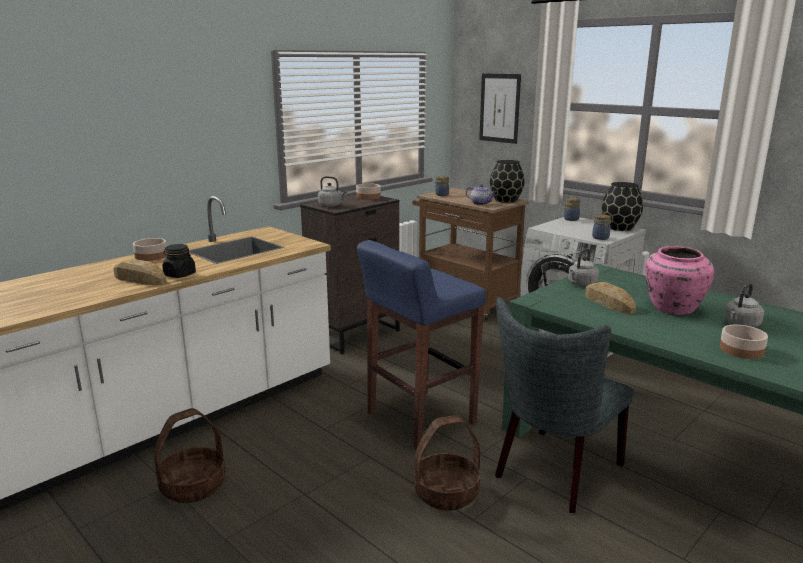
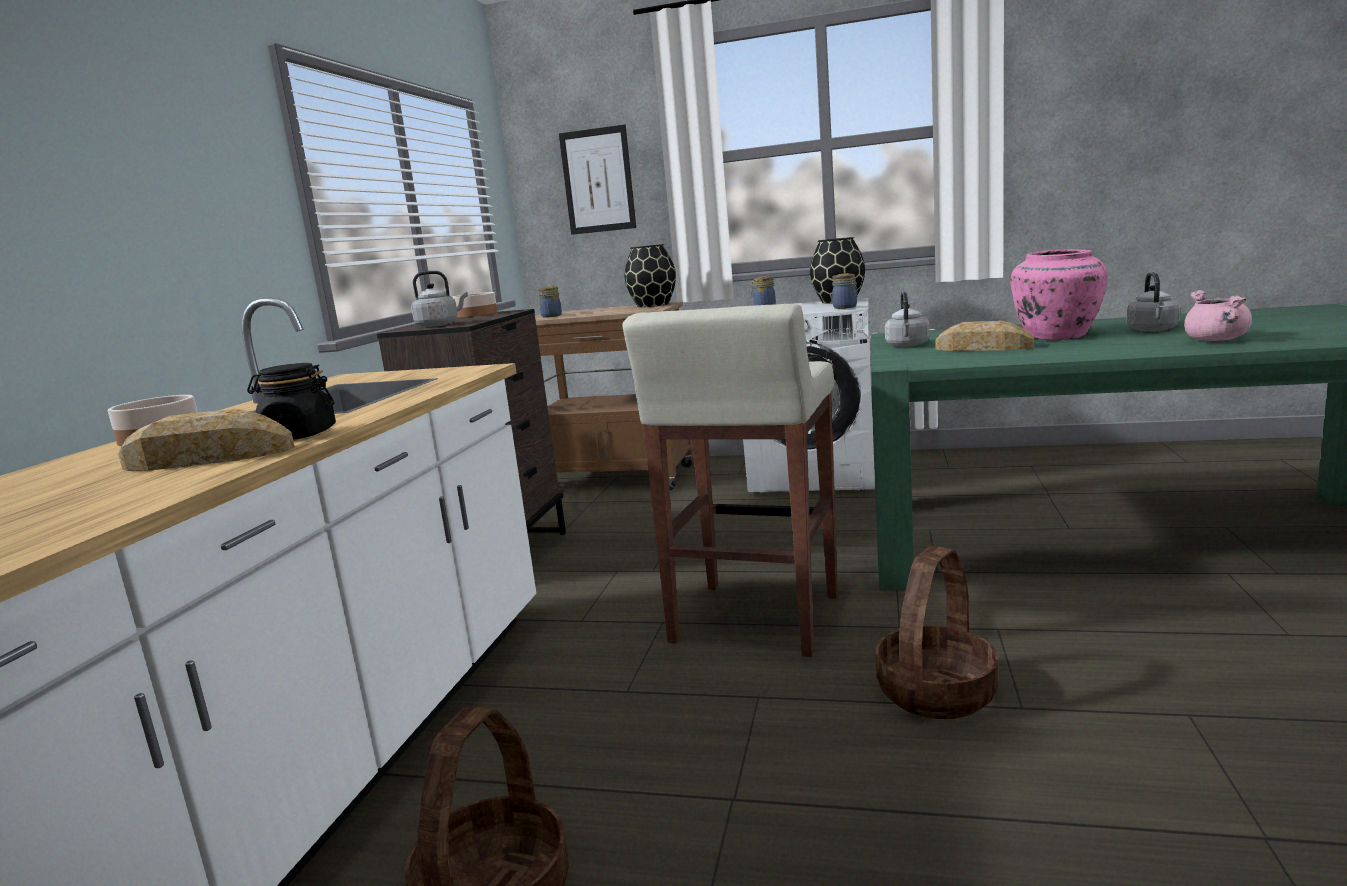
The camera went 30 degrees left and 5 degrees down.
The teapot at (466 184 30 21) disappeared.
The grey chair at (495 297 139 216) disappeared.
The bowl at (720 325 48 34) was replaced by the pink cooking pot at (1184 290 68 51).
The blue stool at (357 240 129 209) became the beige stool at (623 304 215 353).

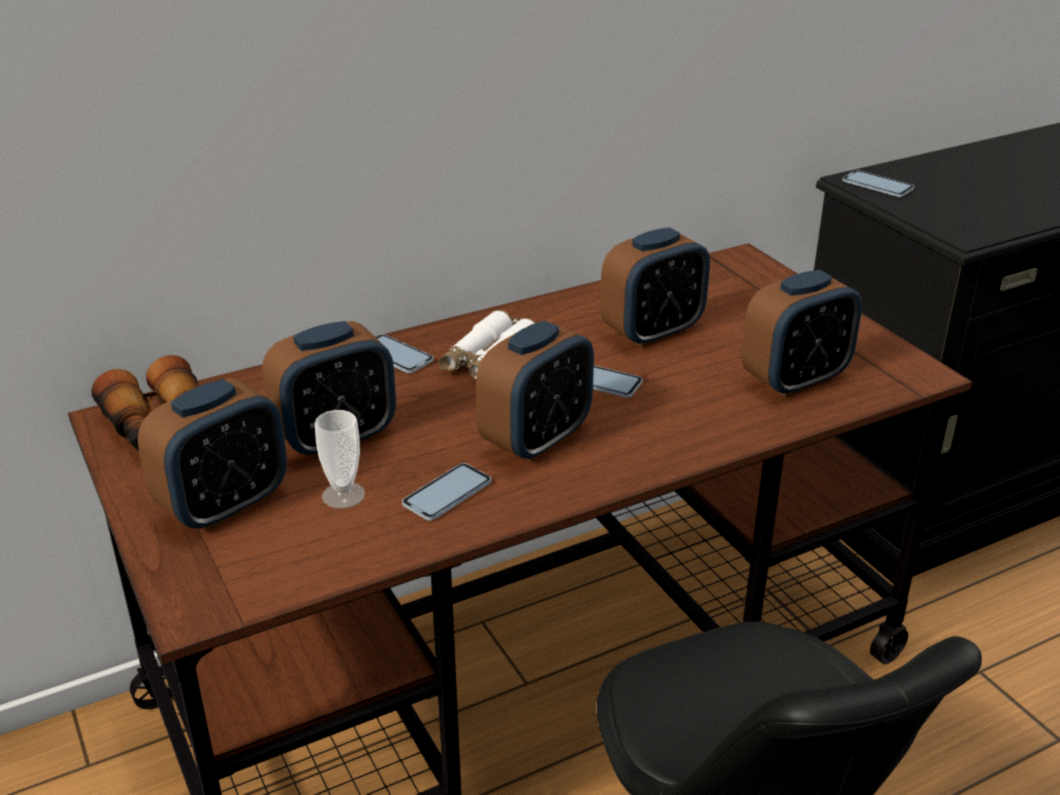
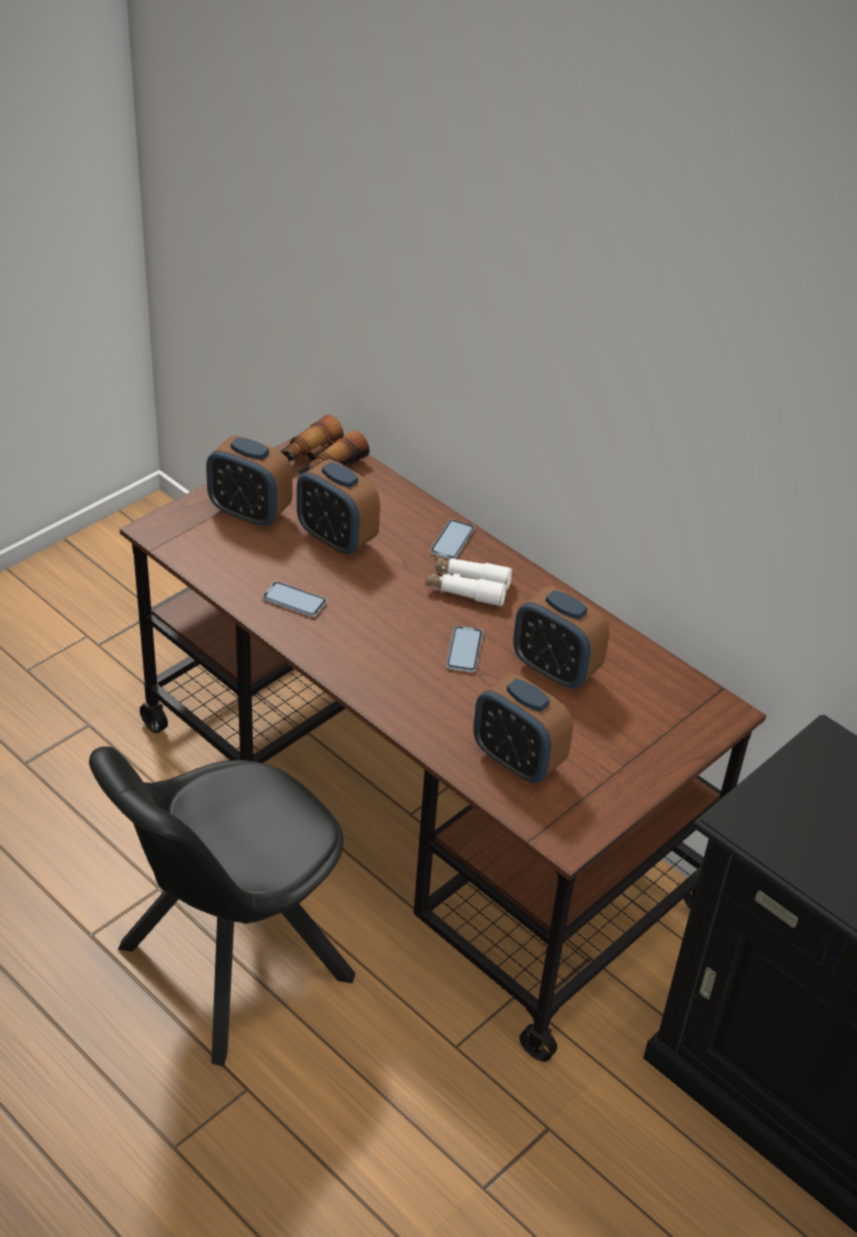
The camera went 70 degrees right and 10 degrees up.
The cup at (315 410 50 99) disappeared.
The alarm clock at (476 321 118 141) disappeared.
The phone at (842 170 73 27) disappeared.

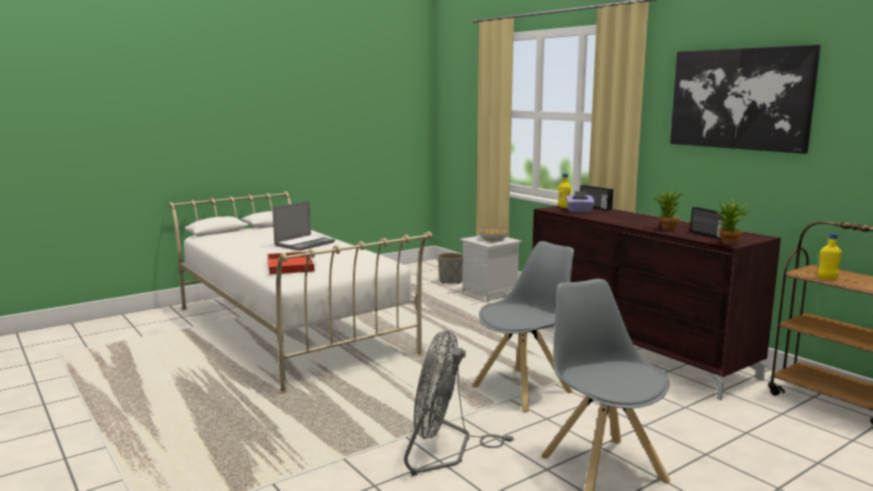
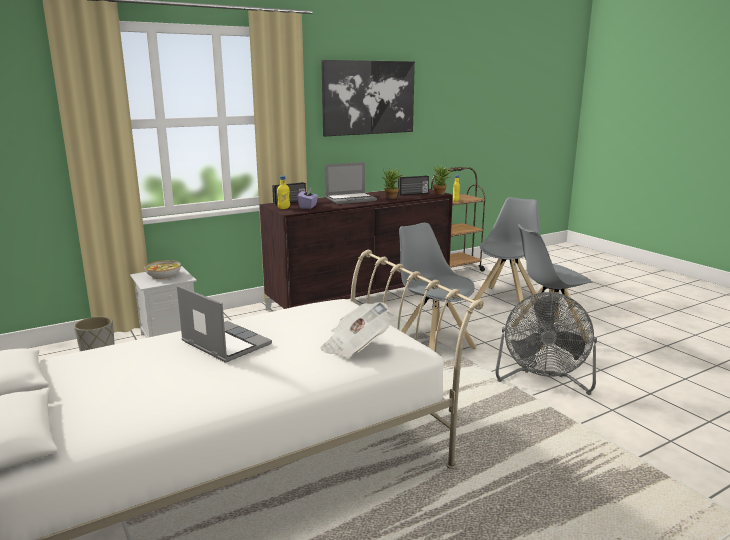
The camera went 85 degrees left and 5 degrees up.
The laptop at (325 162 52 42) appeared.
The grey chair at (473 197 67 113) appeared.
The red tray at (267 252 50 23) was replaced by the newspaper at (321 302 70 56).

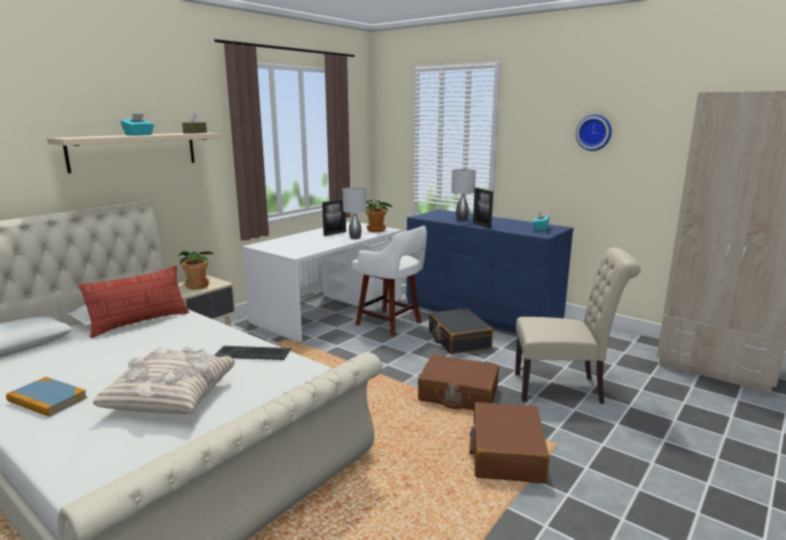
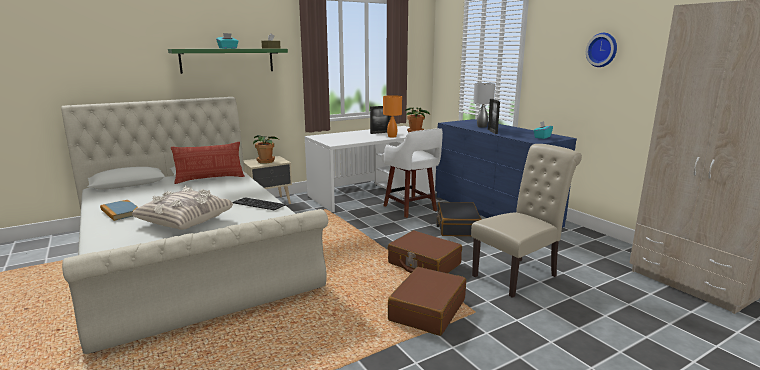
The camera went 20 degrees right and 0 degrees up.
The beige shelf at (47 133 173 40) became the green shelf at (168 49 120 25).
The grey table lamp at (342 187 24 52) became the orange table lamp at (383 95 19 43).
The beige chair at (515 247 126 157) turned 60 degrees counterclockwise.

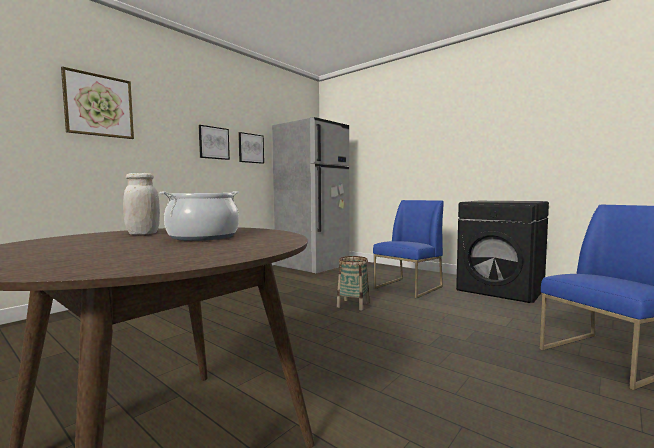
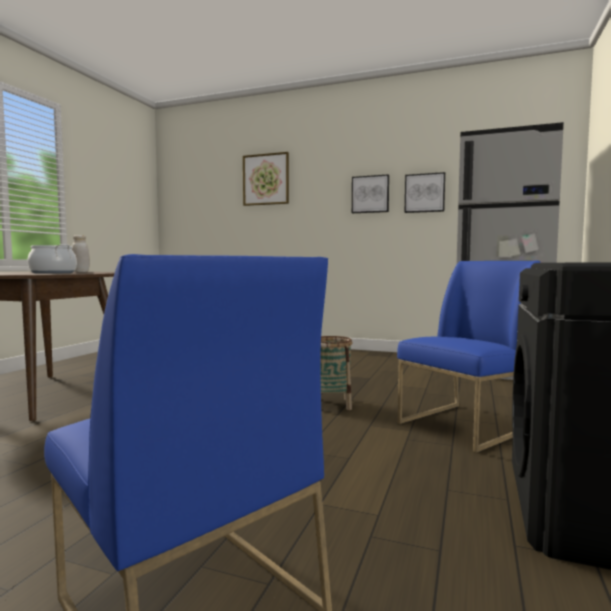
The camera went 70 degrees right and 0 degrees up.
The blue chair at (373 200 70 98) turned 60 degrees counterclockwise.

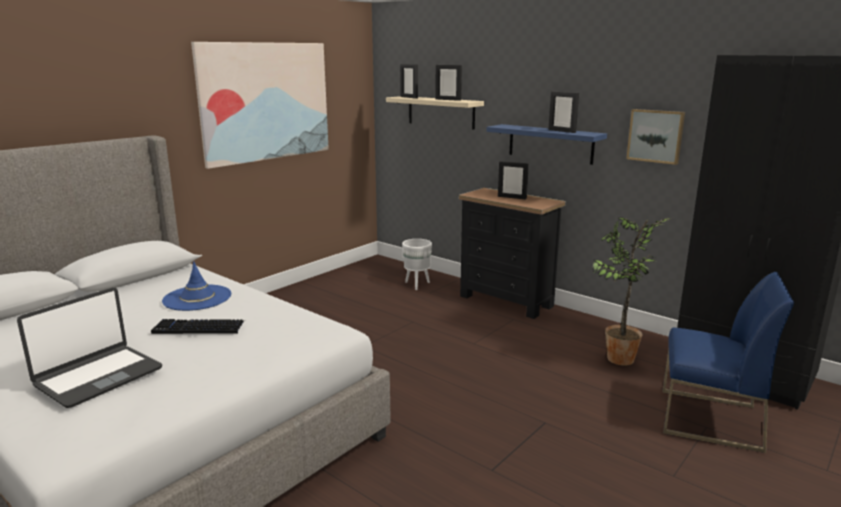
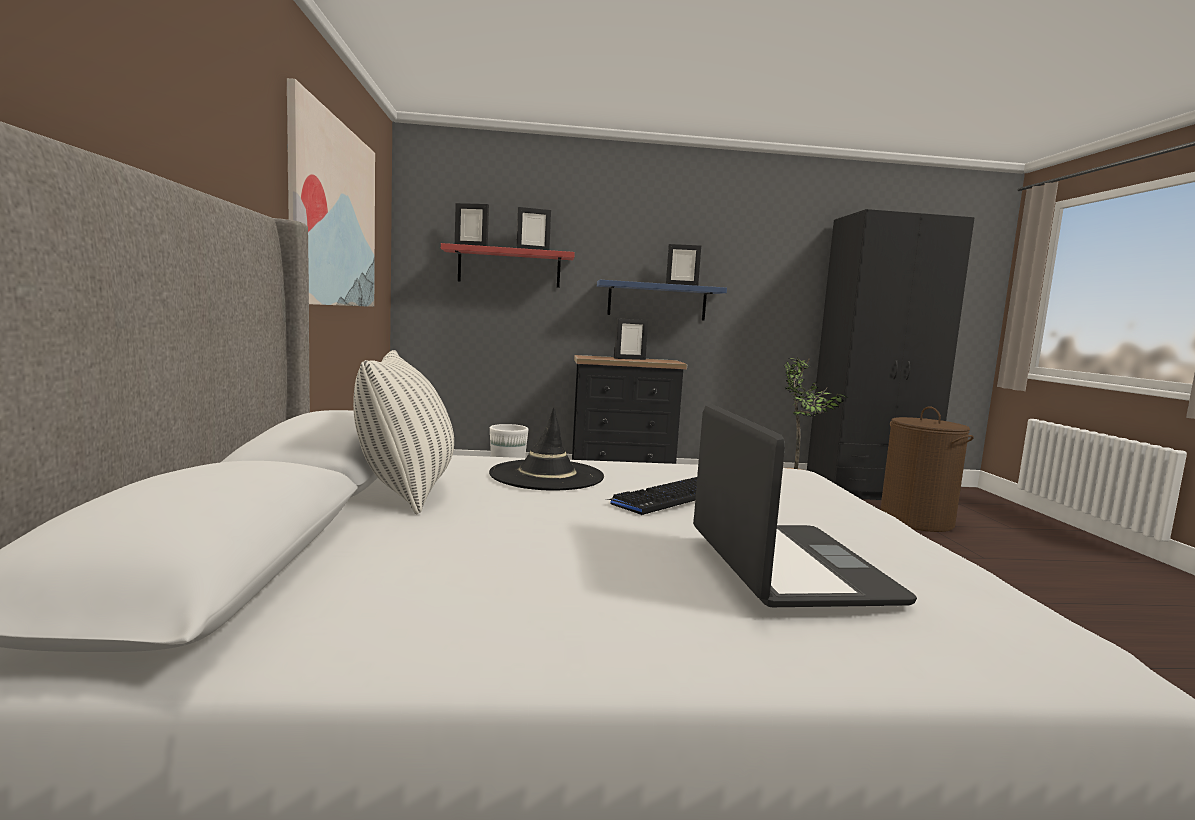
The camera went 45 degrees left and 10 degrees down.
The picture at (626 109 59 56) disappeared.
The pillow at (353 350 101 164) appeared.
The blue chair at (662 272 132 181) was replaced by the brown laundry basket at (880 407 94 125).
The blue hat at (162 261 69 50) became the black hat at (489 407 115 84).
The beige shelf at (386 96 98 33) became the red shelf at (441 243 134 45).

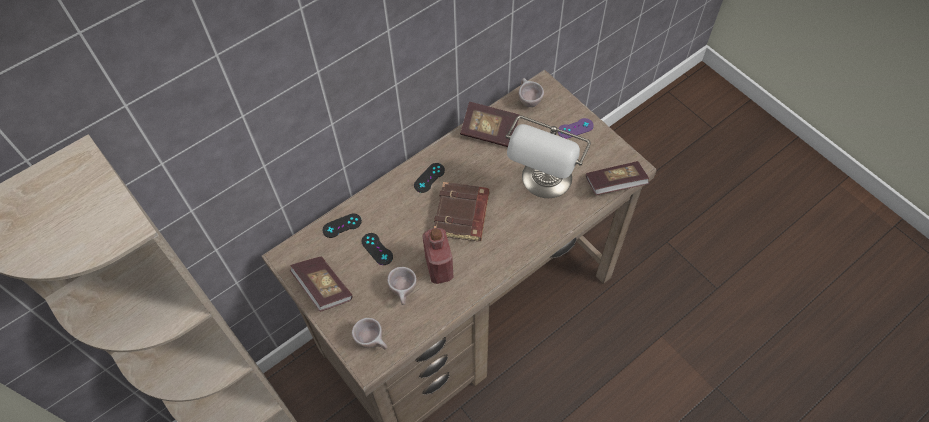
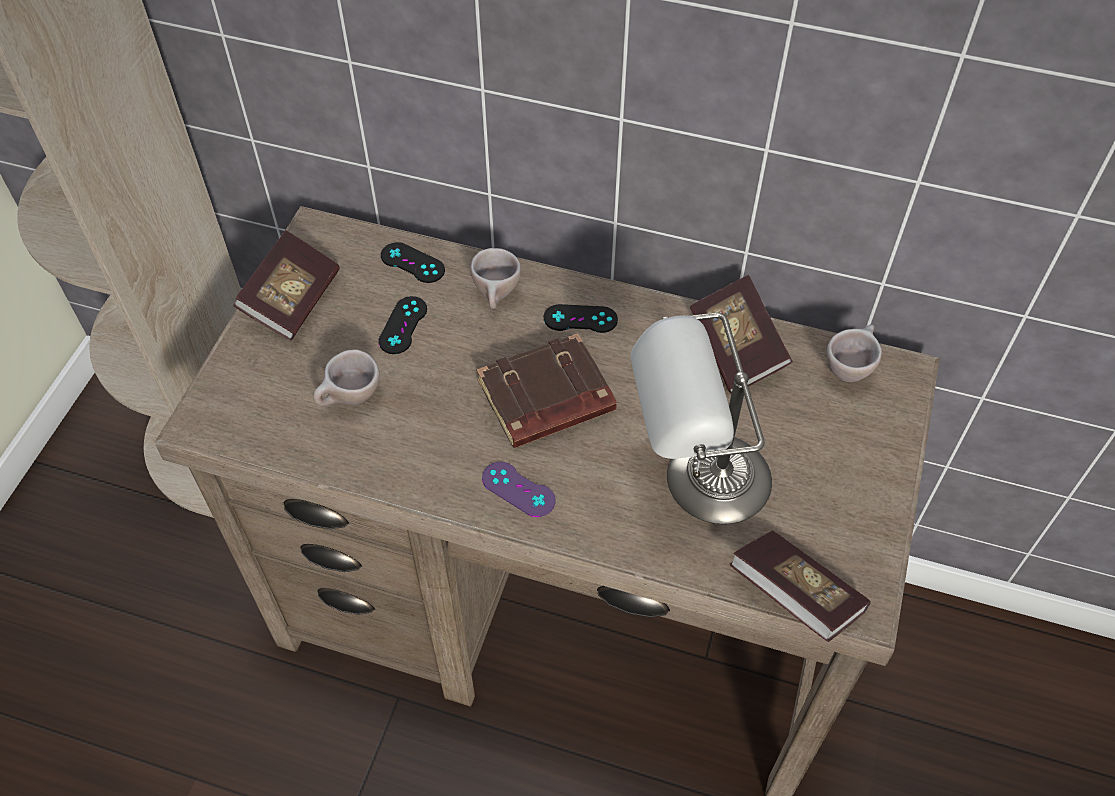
The camera went 55 degrees right and 5 degrees down.
The red bottle at (422 228 32 56) disappeared.
The beige cup moved from (352 318 35 31) to (470 248 51 61).
The purple game controller moved from (558 118 36 21) to (482 462 73 55).

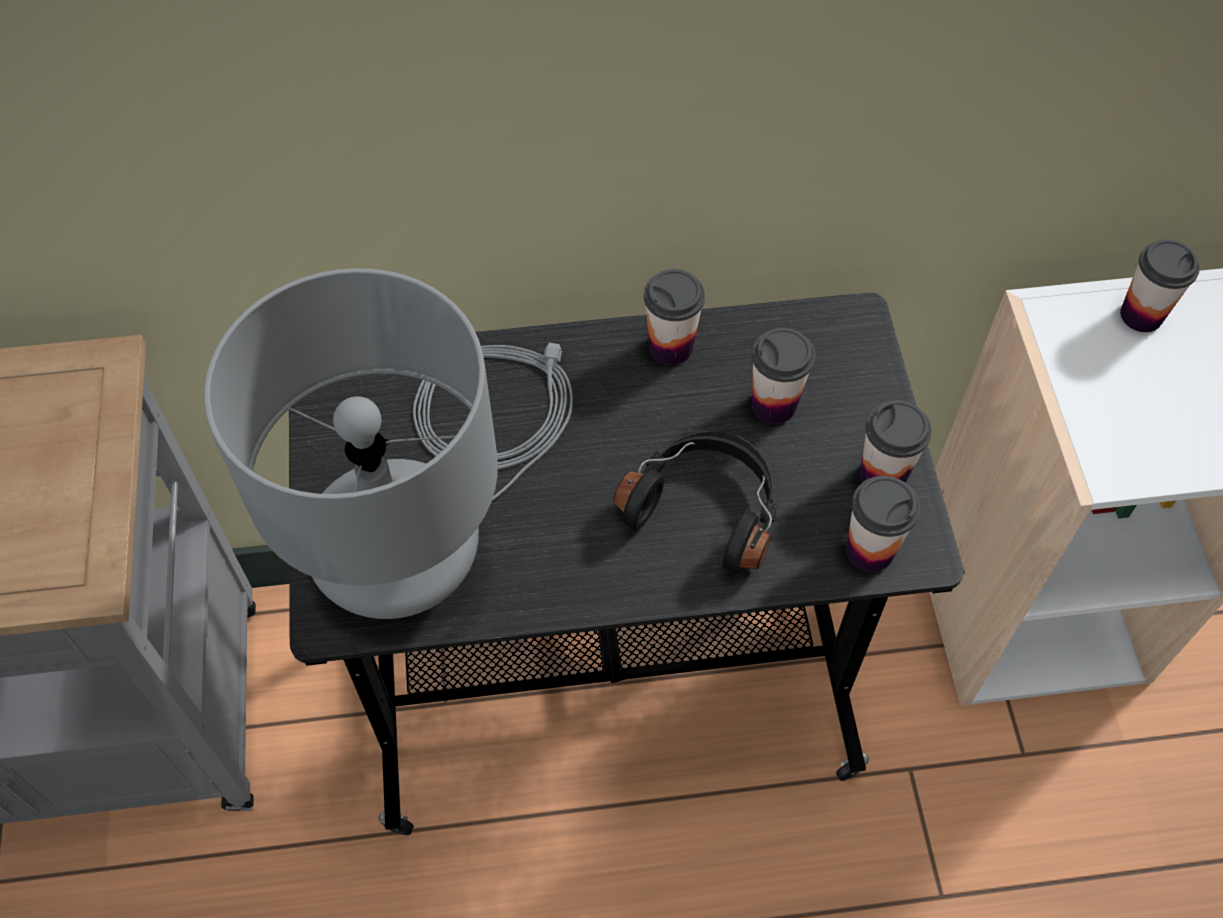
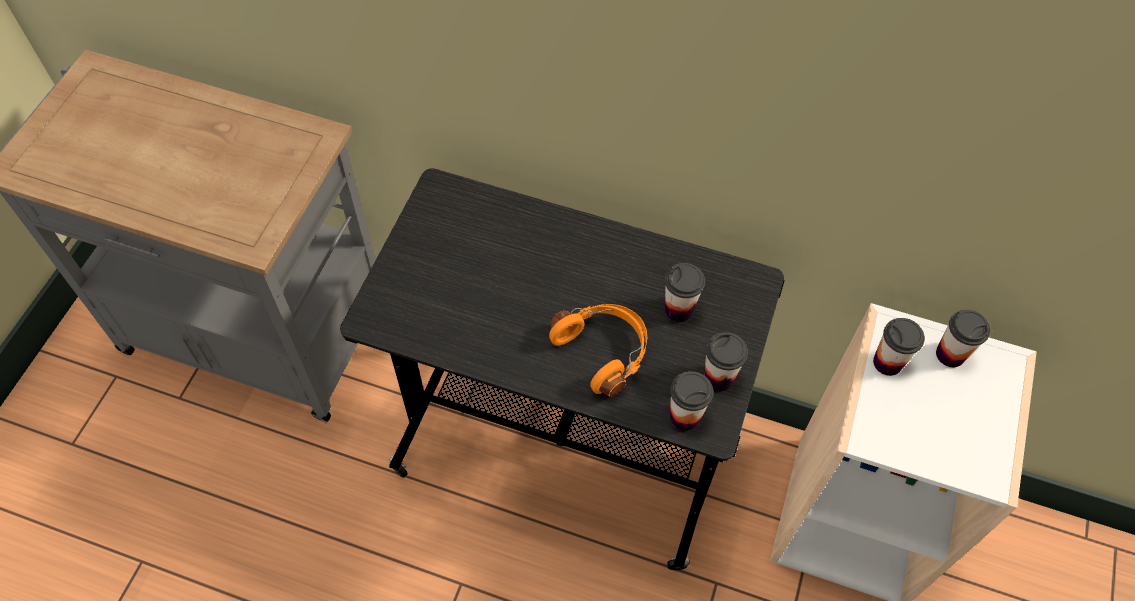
The camera went 25 degrees right and 0 degrees up.
The grey table lamp at (204 268 369 351) disappeared.
The cup moved from (644 269 61 96) to (873 318 52 58).
The black headphones at (613 431 165 143) became the orange headphones at (549 304 98 93).

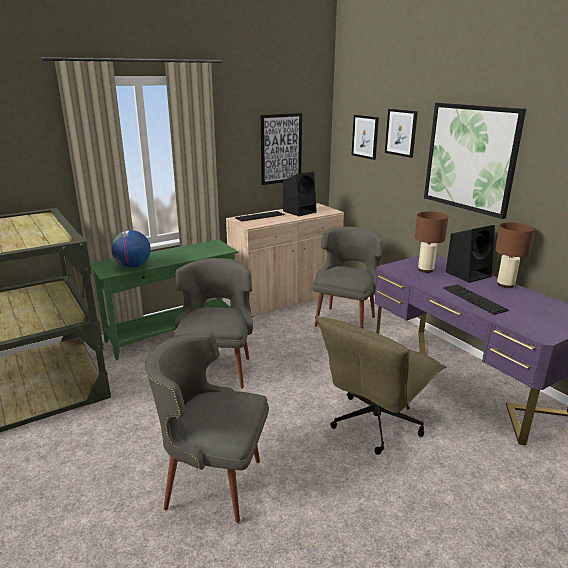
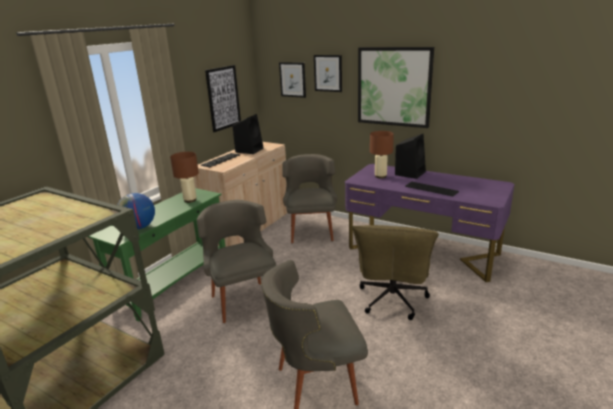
The camera went 25 degrees left and 0 degrees up.
The brown table lamp moved from (495 222 40 66) to (170 152 29 51).

